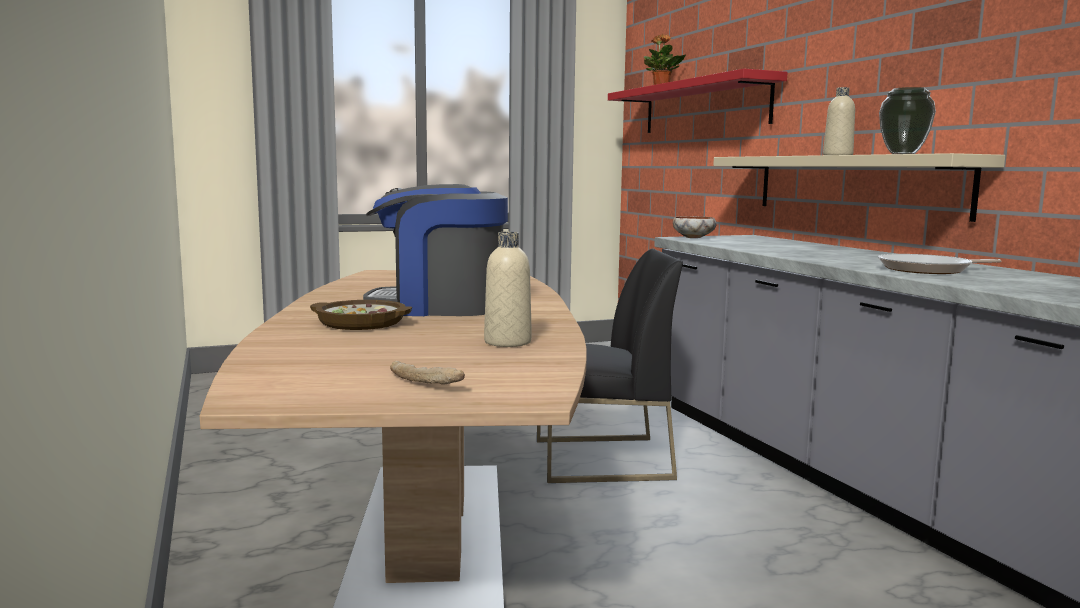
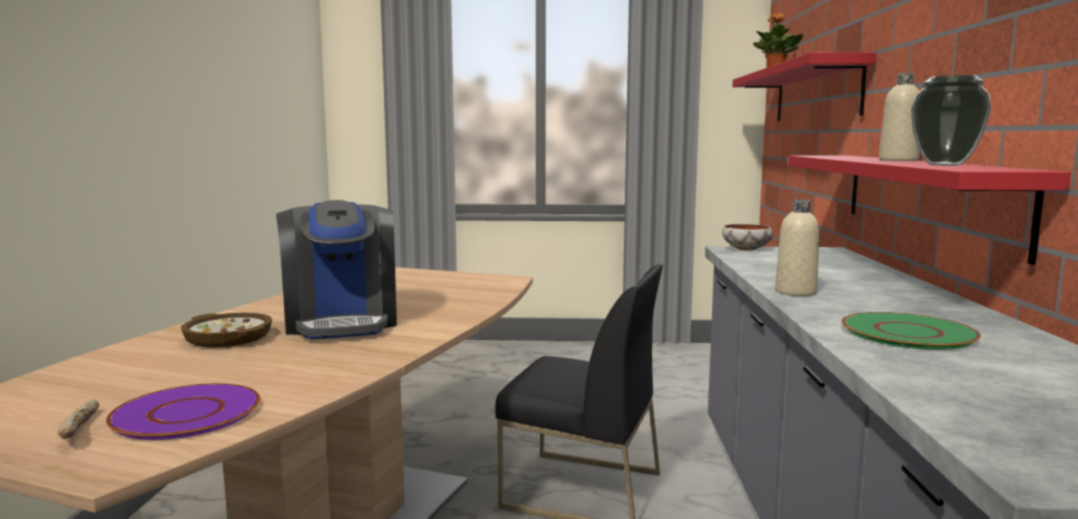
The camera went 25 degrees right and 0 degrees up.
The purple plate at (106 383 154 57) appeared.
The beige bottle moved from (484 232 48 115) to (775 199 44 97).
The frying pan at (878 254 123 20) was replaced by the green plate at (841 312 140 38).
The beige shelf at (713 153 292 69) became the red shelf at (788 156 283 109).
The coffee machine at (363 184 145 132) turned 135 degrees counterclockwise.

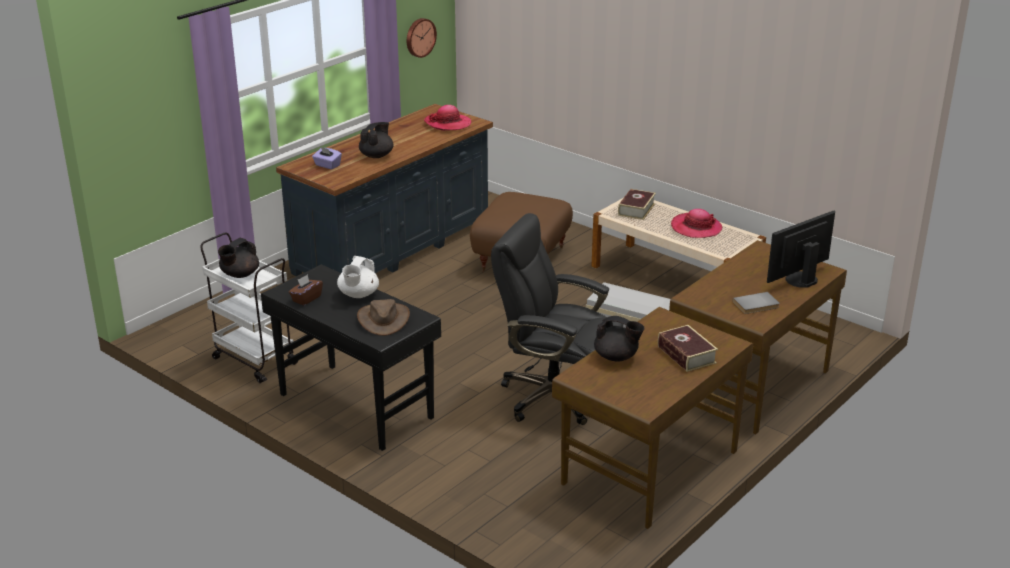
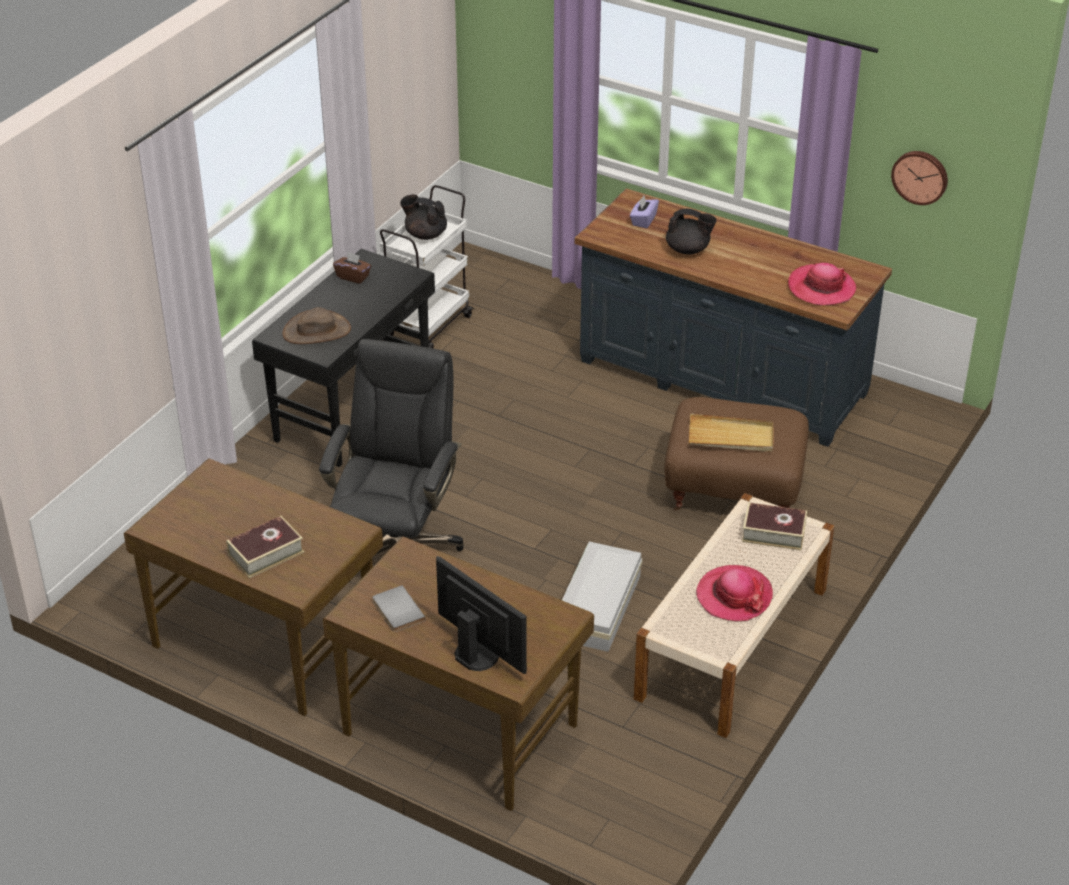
The camera went 80 degrees right and 10 degrees up.
The white teapot at (337 256 42 42) disappeared.
The black teapot at (594 316 50 46) disappeared.
The beige tray at (689 414 84 38) appeared.

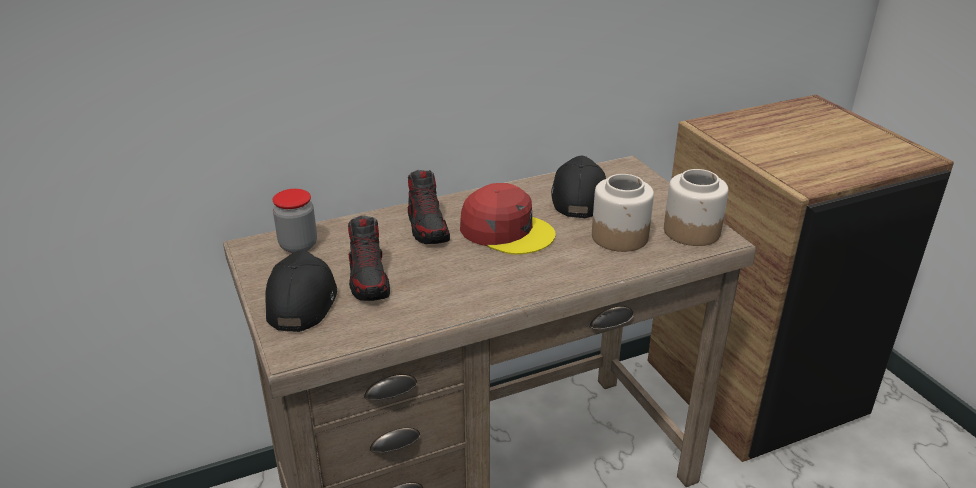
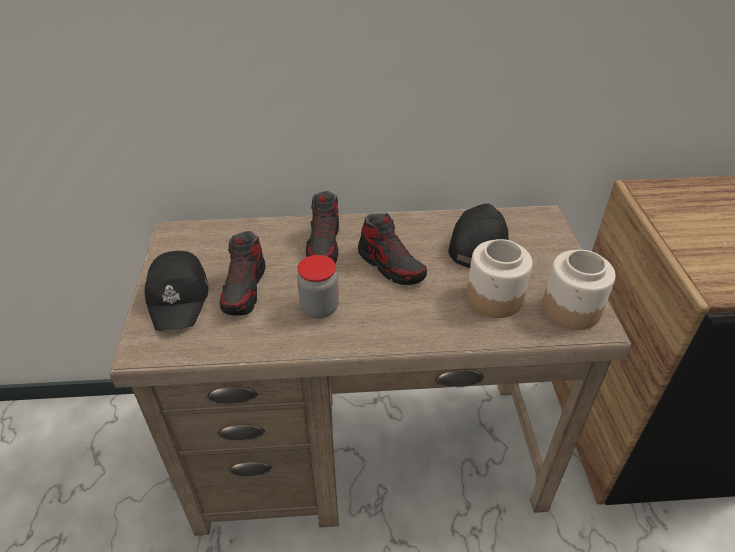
The camera went 20 degrees right and 10 degrees up.
The jar moved from (273 189 44 64) to (297 255 42 64).
The red cap at (460 183 96 71) was replaced by the shoe at (358 213 69 72).
The black cap at (265 250 72 82) turned 150 degrees clockwise.

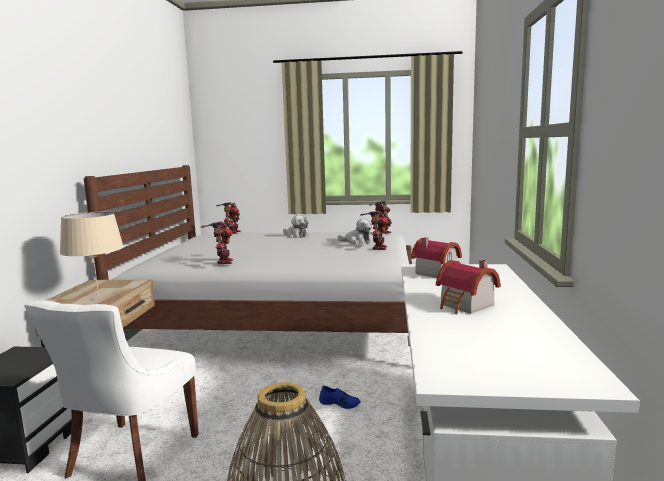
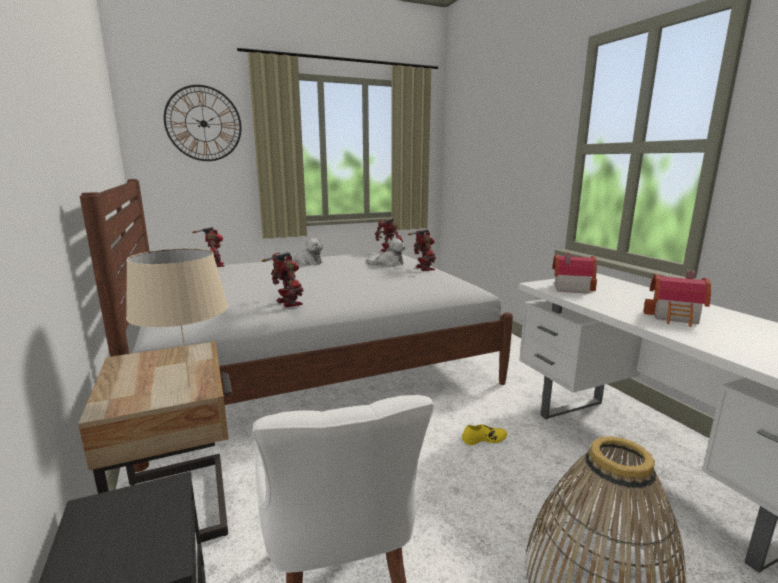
The camera went 30 degrees left and 5 degrees up.
The wall clock at (164 85 77 76) appeared.
The blue shoe at (319 386 42 23) became the yellow shoe at (462 424 45 21).

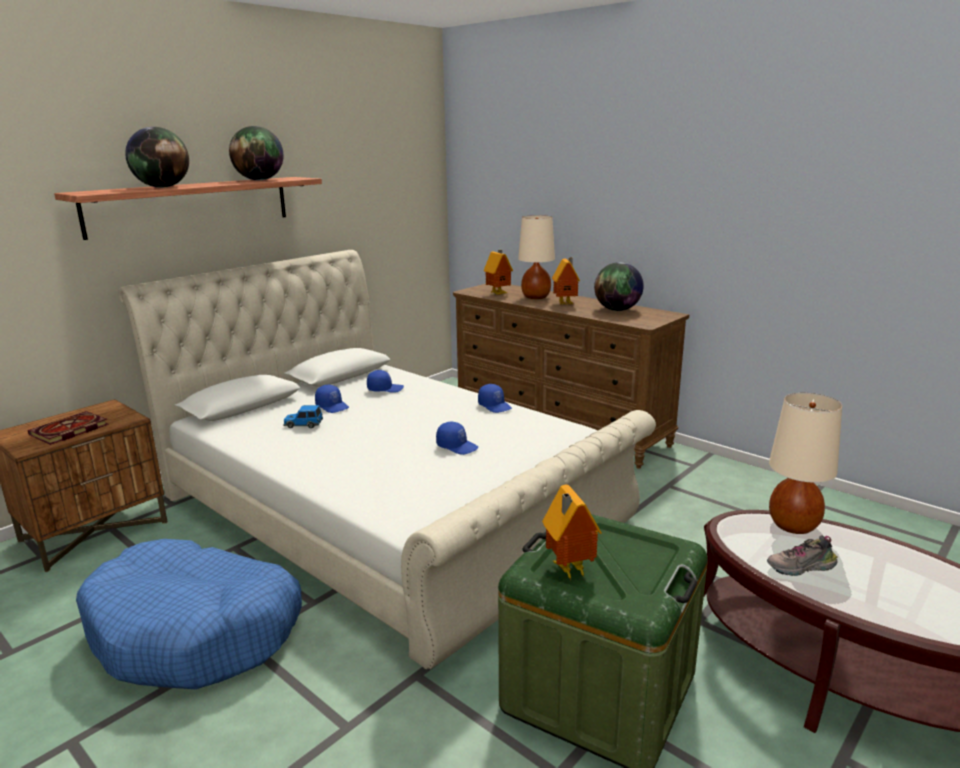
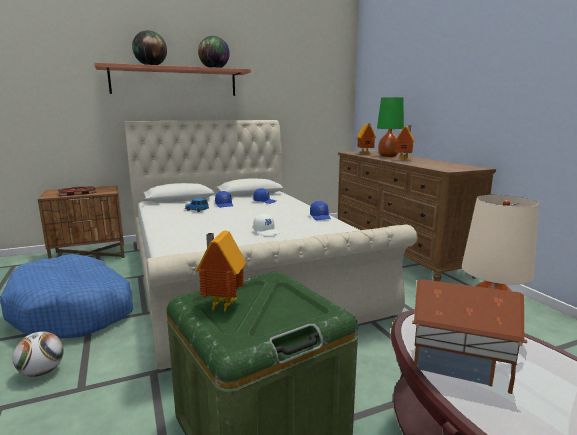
The camera went 25 degrees right and 5 degrees down.
The globe at (594 262 50 49) disappeared.
The football at (13 332 51 45) appeared.
The shoe at (767 535 71 41) was replaced by the toy house at (412 279 115 115).
The blue cap at (436 422 43 33) became the white cap at (253 214 26 22).
The beige table lamp at (518 215 37 84) became the green table lamp at (377 97 27 60).

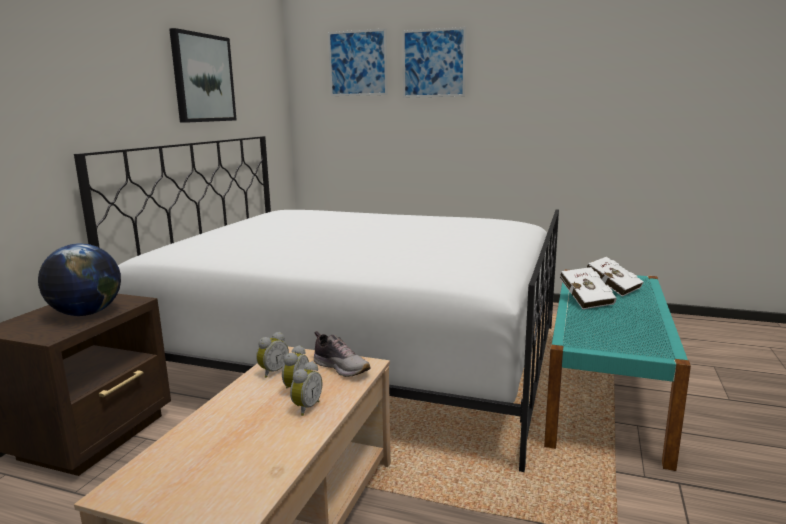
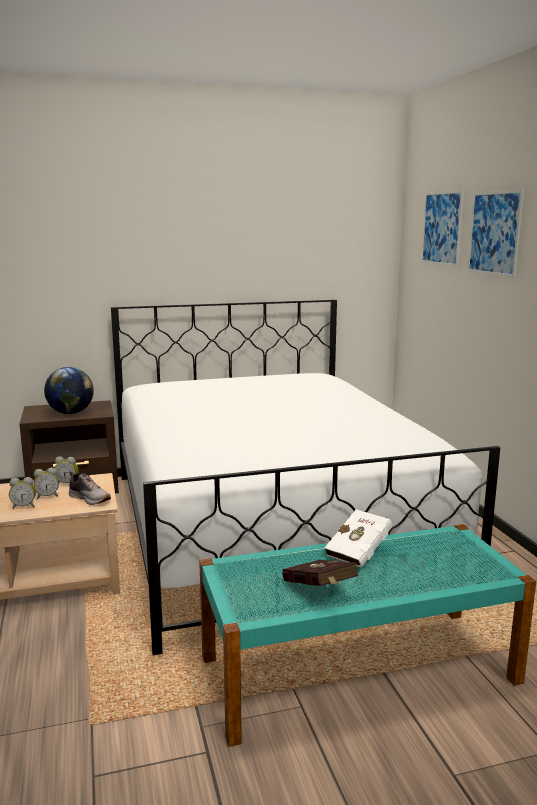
The camera went 55 degrees right and 0 degrees up.
The picture at (169 28 68 95) disappeared.
The white book at (587 257 57 40) disappeared.
The red book at (282 560 77 26) appeared.
The shoe at (314 331 56 46) turned 60 degrees counterclockwise.

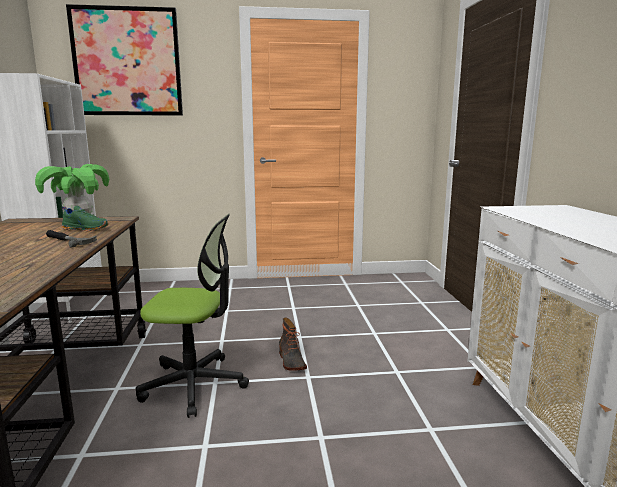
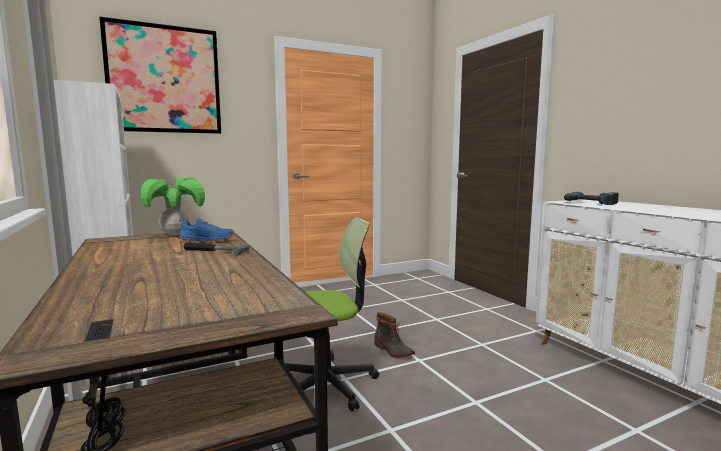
The camera went 20 degrees left and 5 degrees down.
The power drill at (564 192 55 13) appeared.
The green shoe at (61 206 48 25) became the blue shoe at (179 218 55 25).

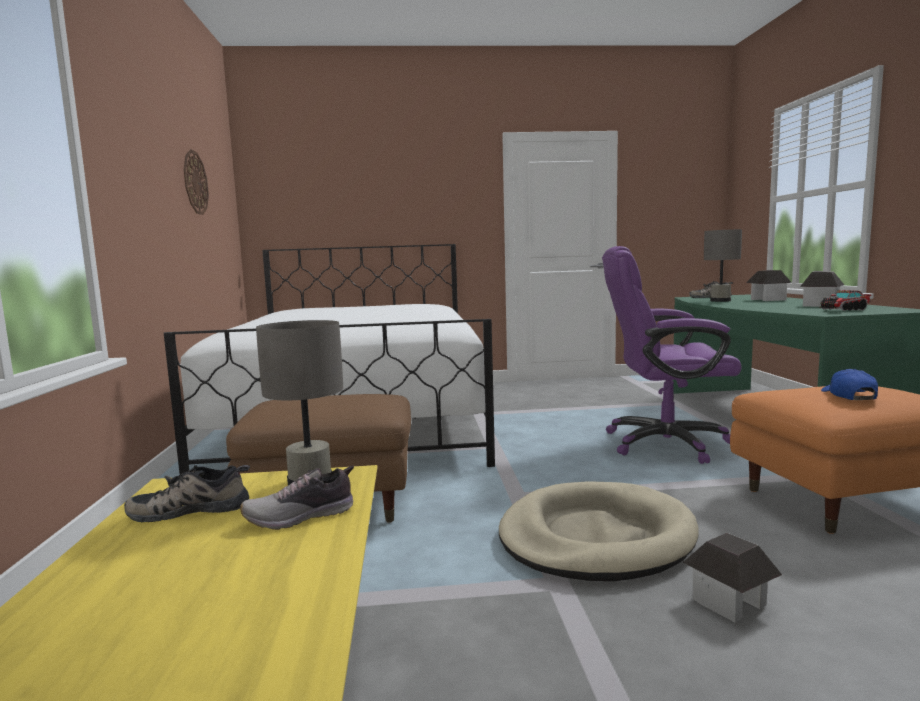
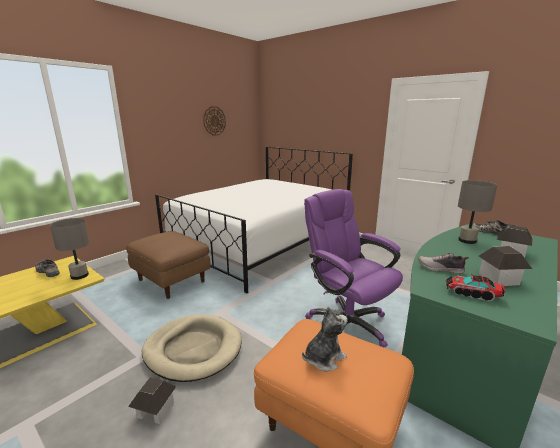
The camera went 45 degrees right and 10 degrees up.
The shoe moved from (240 465 114 65) to (418 253 51 21).
The blue cap at (821 369 57 31) was replaced by the plush toy at (302 307 46 64).

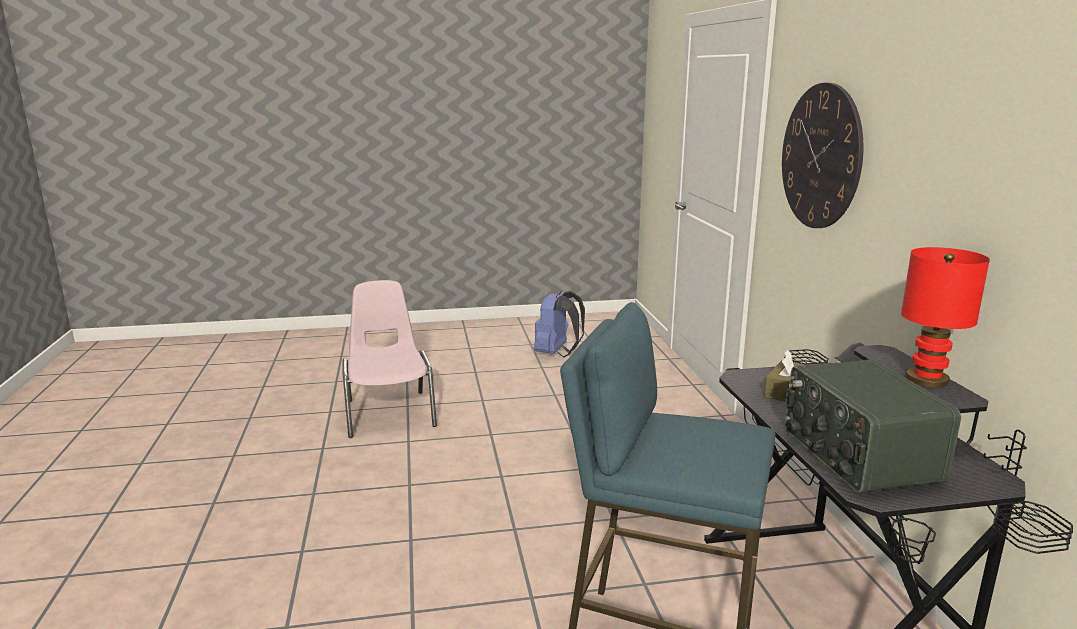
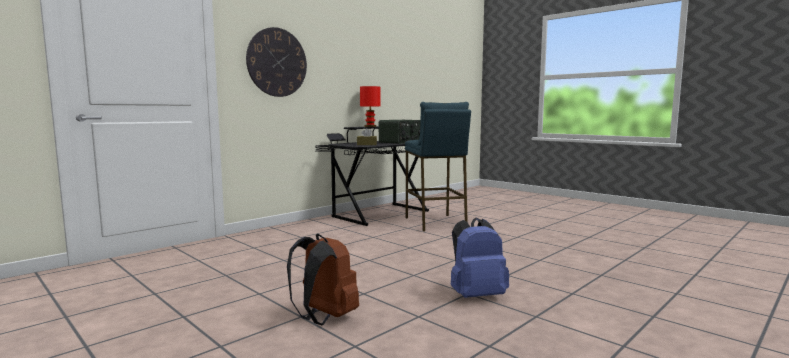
The camera went 125 degrees left and 10 degrees down.
The blue backpack moved from (534 290 51 68) to (451 218 58 80).
The pink chair at (342 280 95 158) was replaced by the brown backpack at (287 234 72 91).

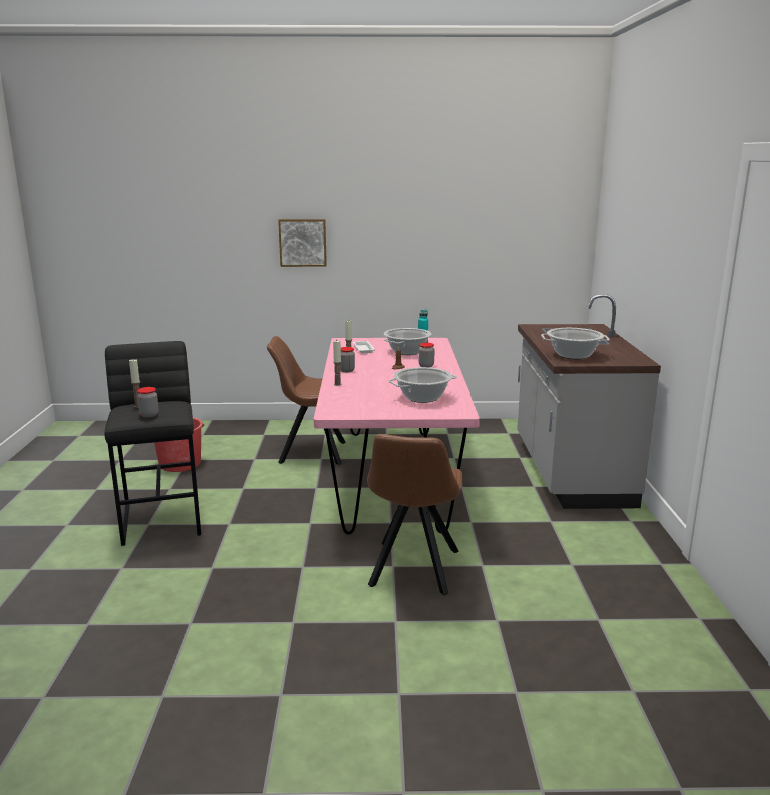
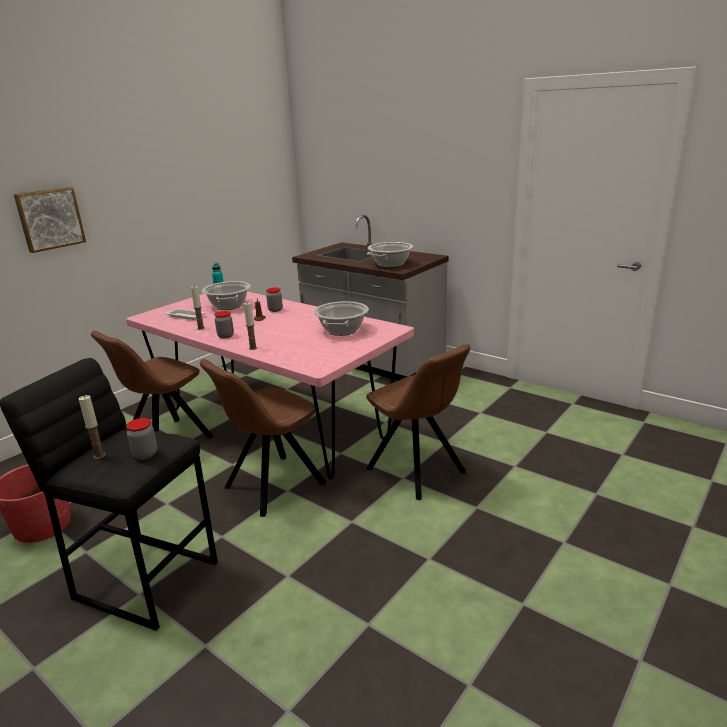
The camera went 50 degrees left and 5 degrees up.
The brown chair at (200 359 126 158) appeared.

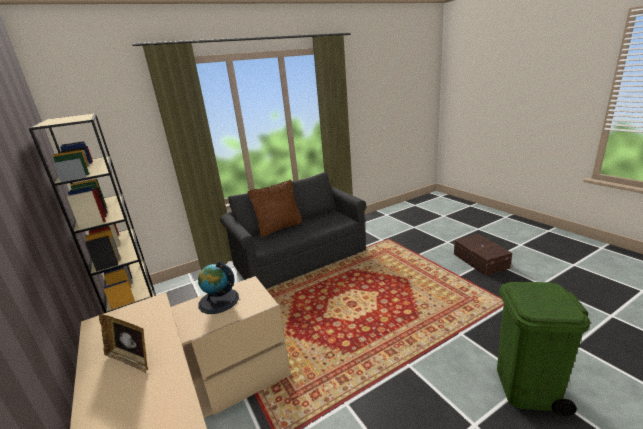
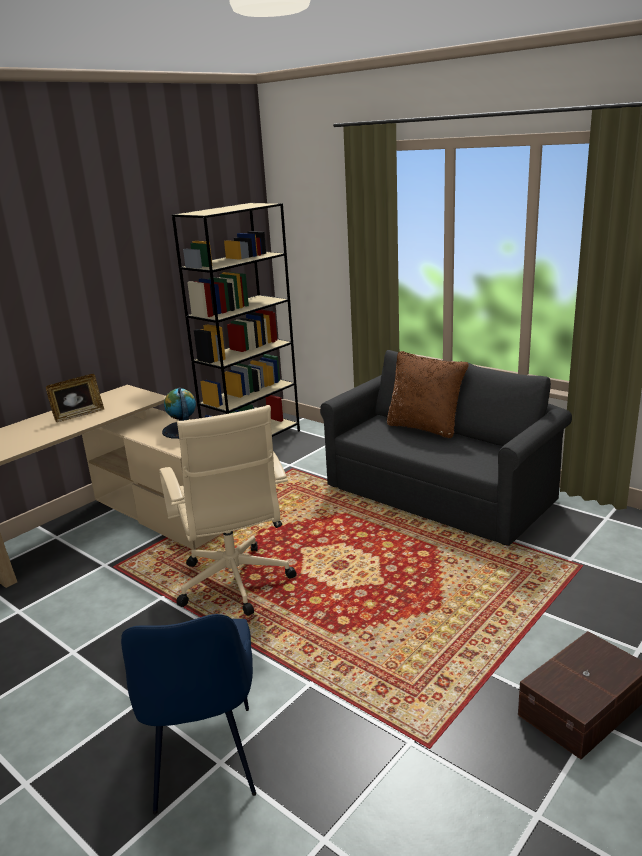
The camera went 70 degrees right and 0 degrees up.
The beige office chair at (159 405 138 211) appeared.
The green trash can at (497 282 94 135) was replaced by the blue chair at (121 614 135 200).
The picture frame at (99 314 49 59) turned 135 degrees counterclockwise.

